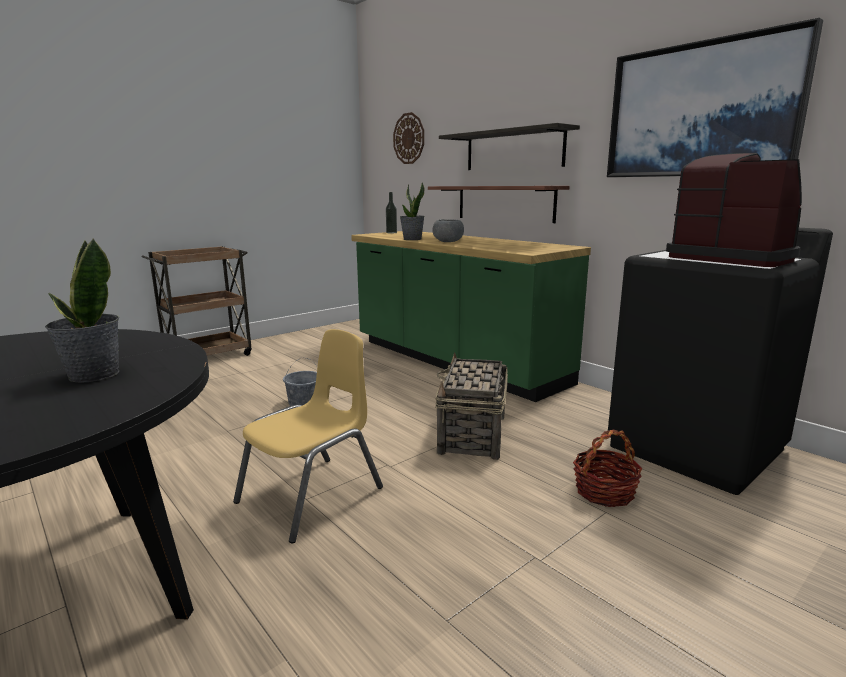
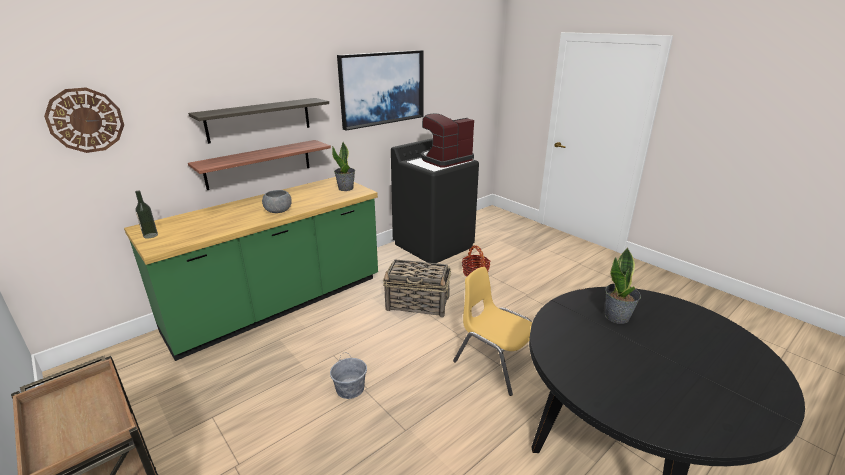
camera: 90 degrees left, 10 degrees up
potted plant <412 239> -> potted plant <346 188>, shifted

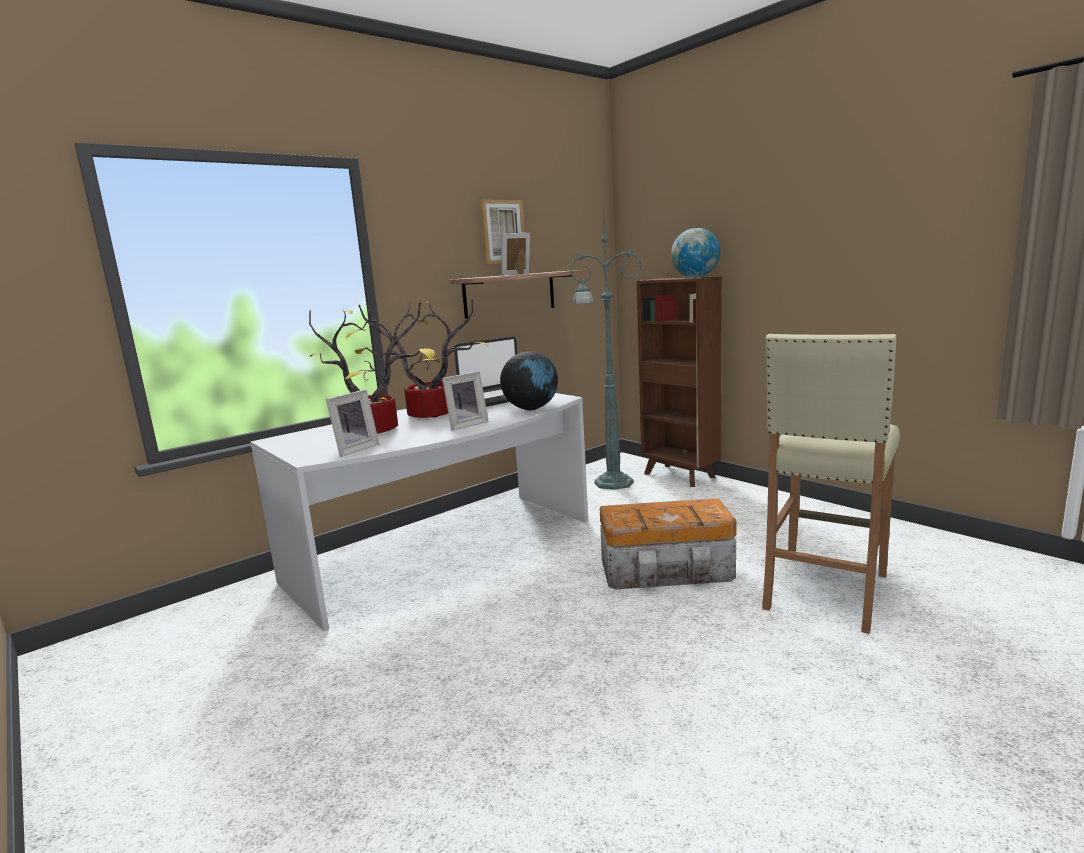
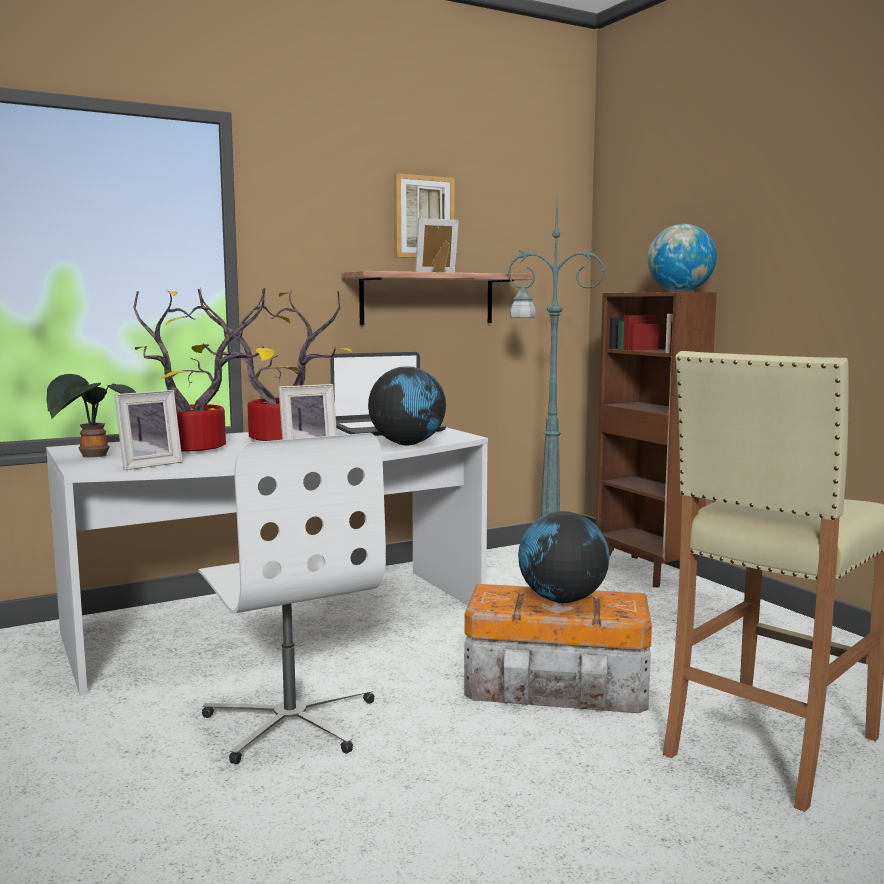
camera: 10 degrees right, 5 degrees down
none -> potted plant <92 457>
none -> white office chair <291 721>
none -> globe <562 600>

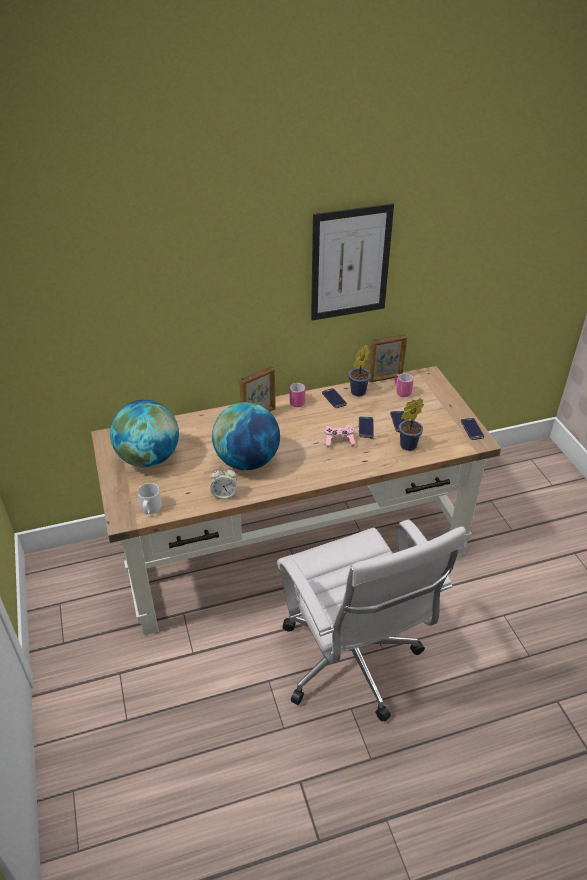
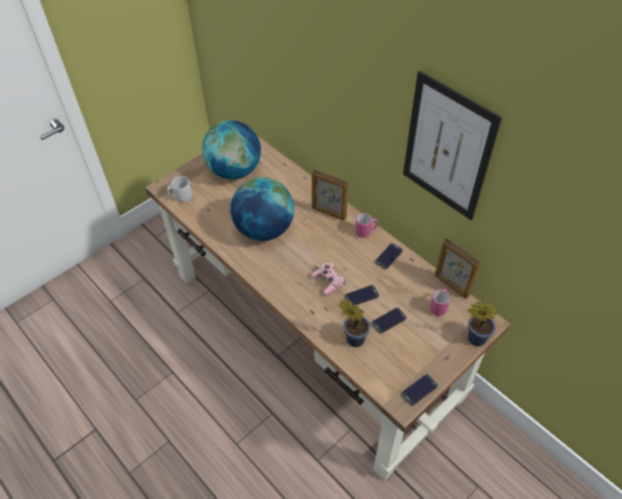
camera: 65 degrees right, 10 degrees up
potted plant <356 393> -> potted plant <474 338>, shifted
alarm clock <224 494> -> none
white office chair <352 665> -> none

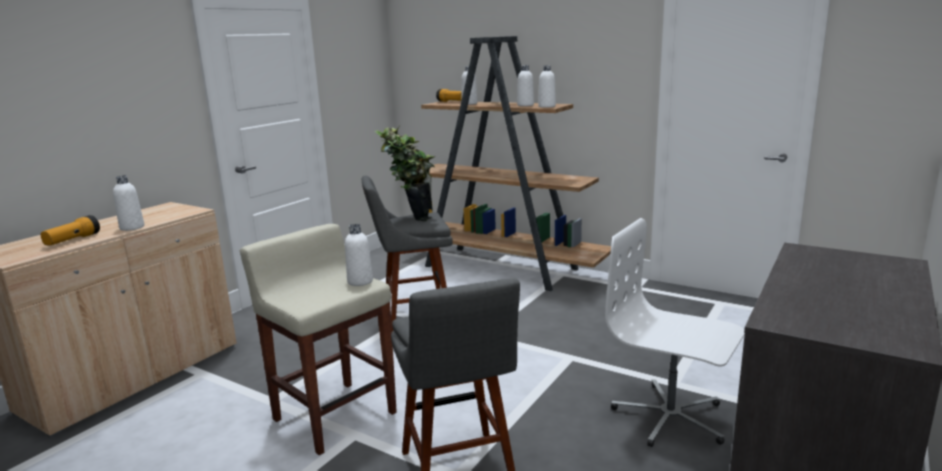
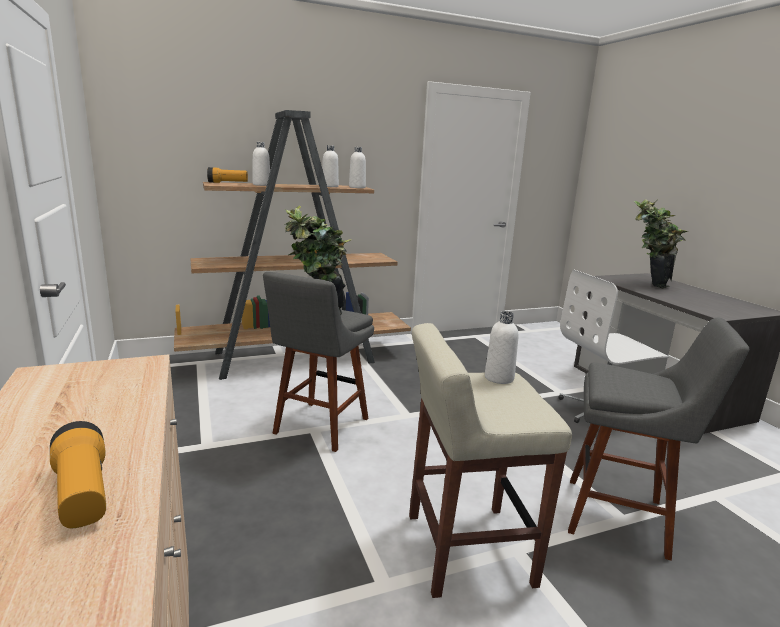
camera: 55 degrees left, 0 degrees up
white bottle <132 227> -> none
none -> potted plant <647 284>

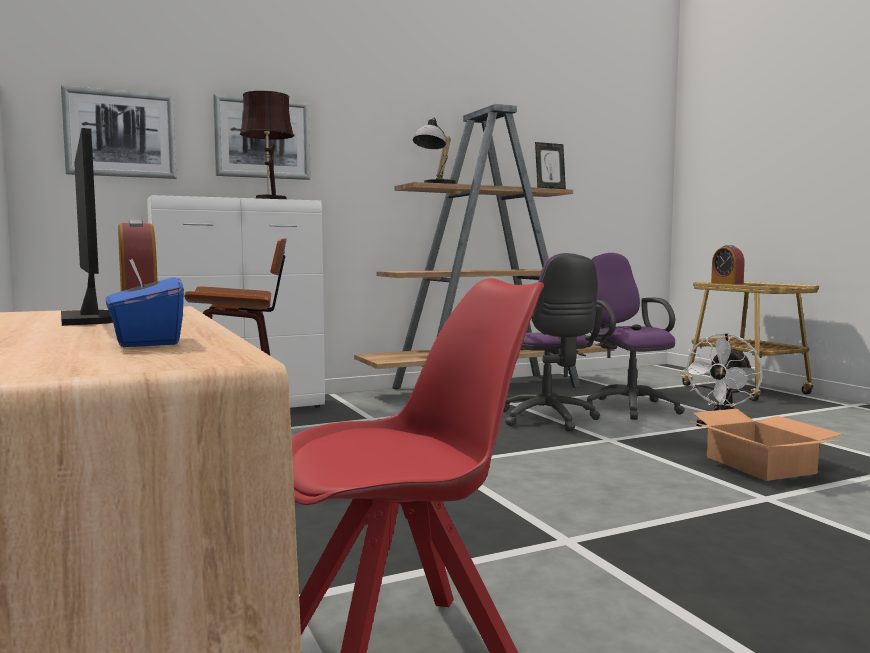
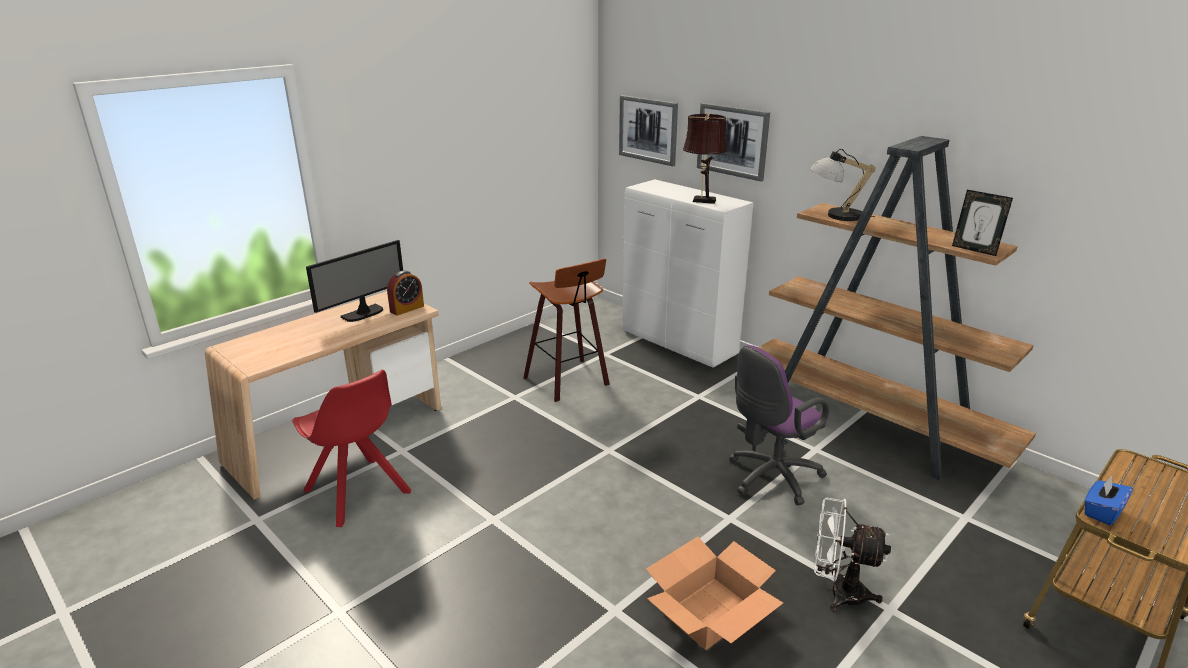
camera: 70 degrees right, 20 degrees up
alarm clock <727 283> -> none
purple office chair <627 407> -> none
blue tissue box <146 342> -> blue tissue box <1102 512>, shifted

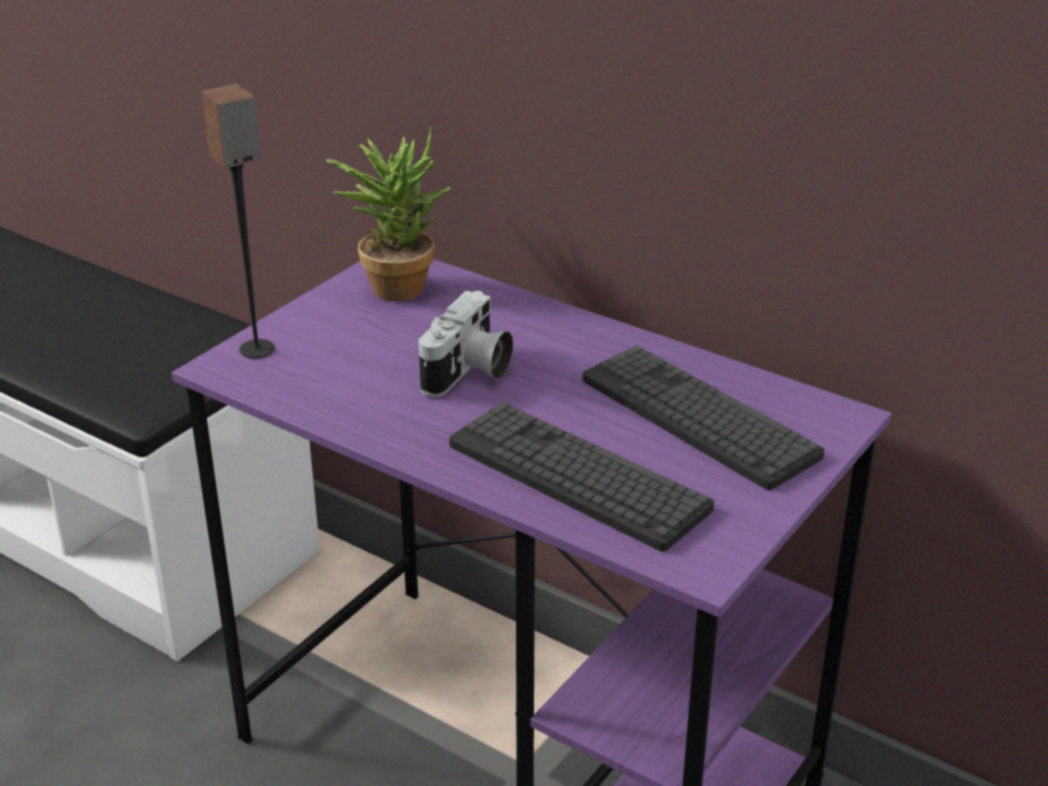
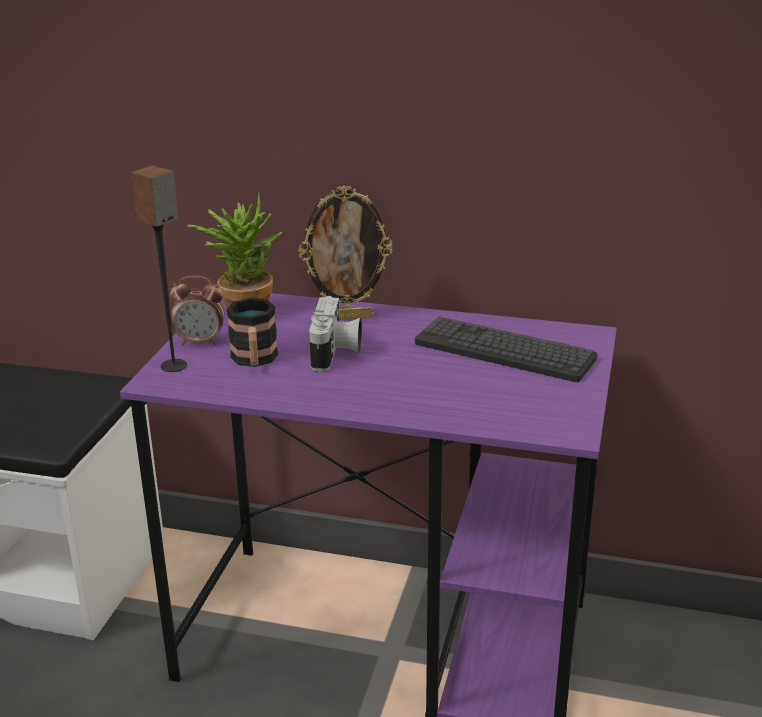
camera: 20 degrees left, 5 degrees down
keyboard <577 476> -> none
none -> picture frame <347 317>
none -> alarm clock <200 342>
none -> mug <254 360>

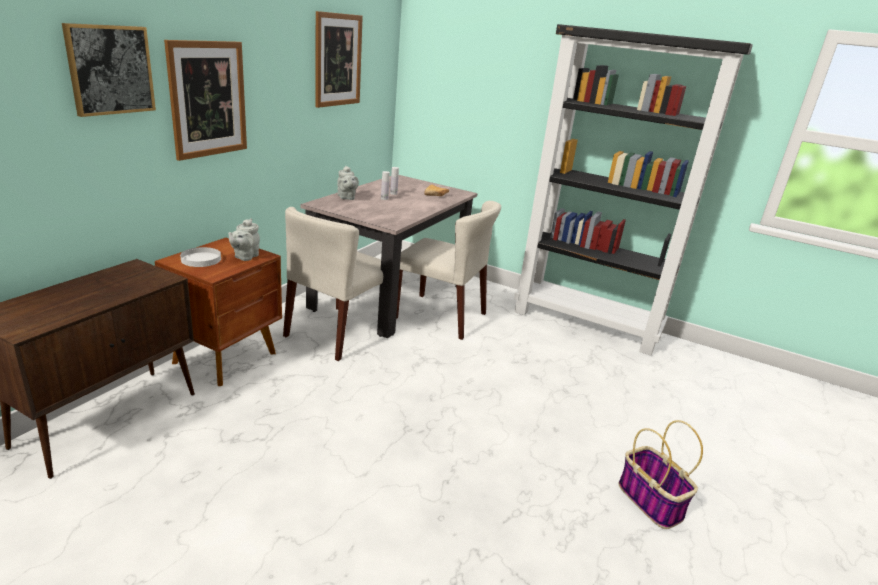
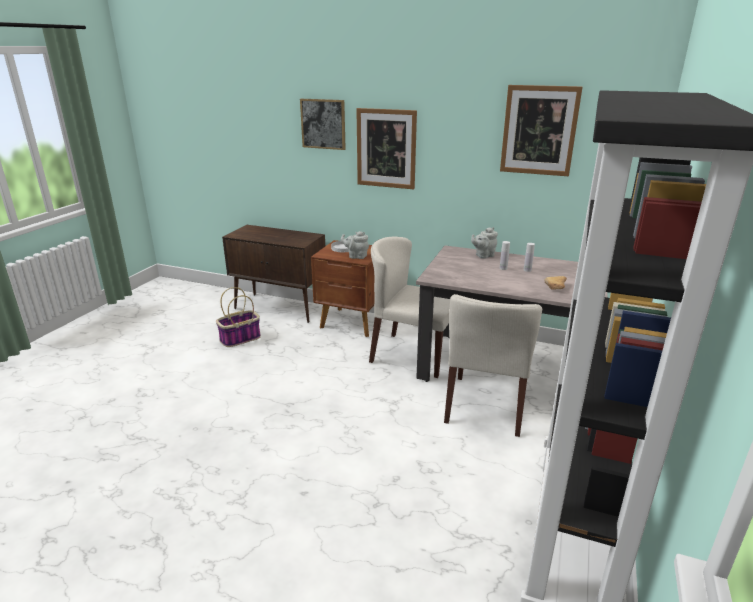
camera: 85 degrees right, 0 degrees up
basket <651 502> -> basket <240 339>, shifted

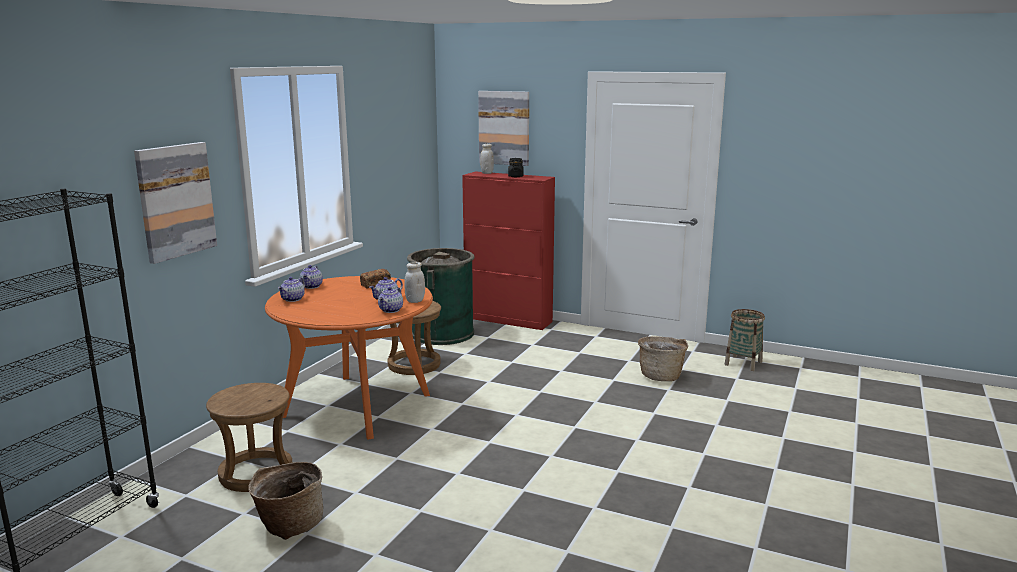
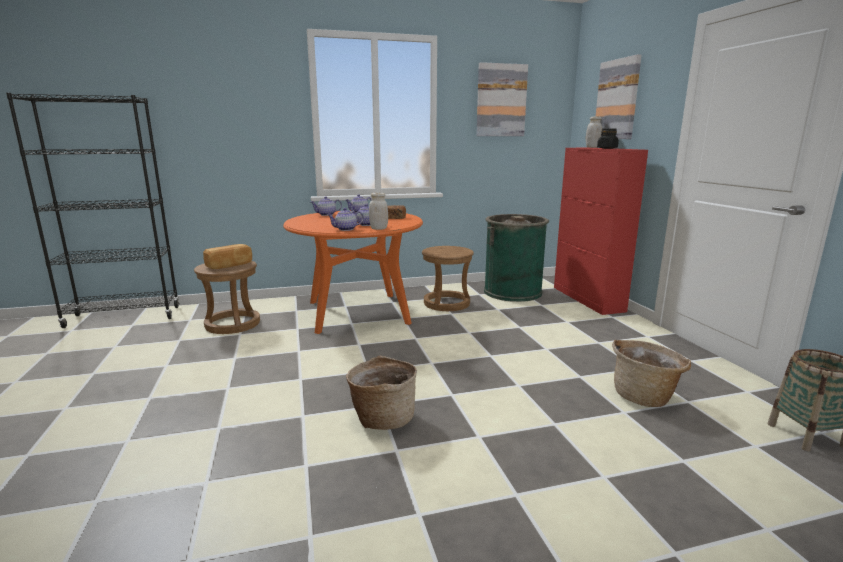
camera: 50 degrees right, 0 degrees up
picture <175 201> -> picture <501 100>, shifted
basket <289 525> -> basket <382 418>, shifted
none -> bread <230 265>

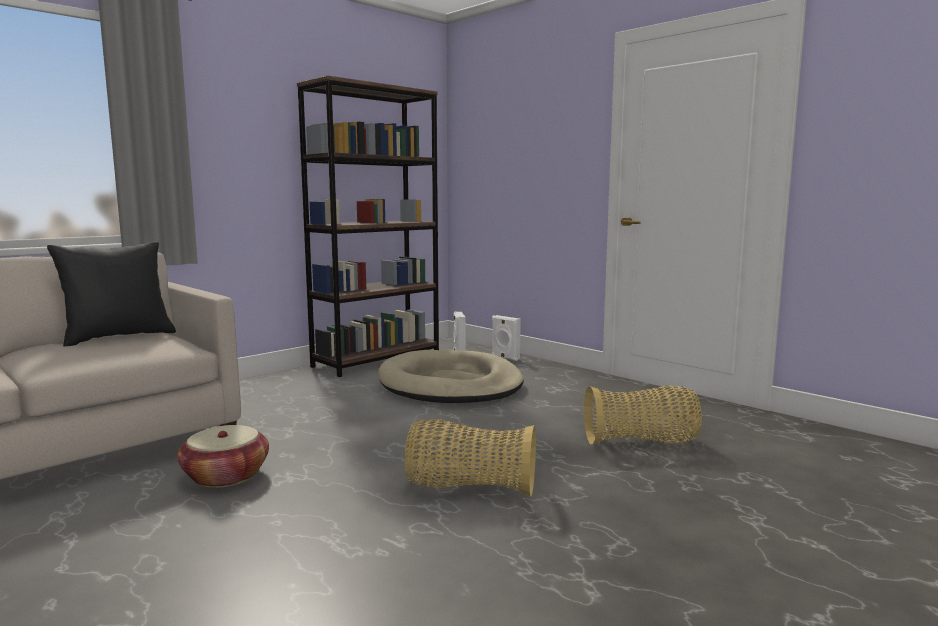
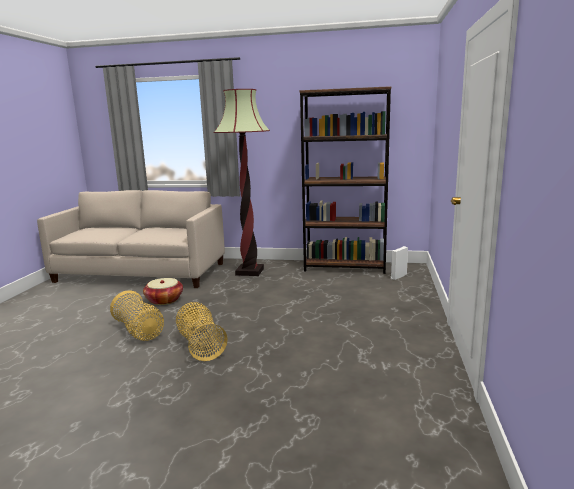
camera: 55 degrees right, 5 degrees up
black pillow <118 337> -> none
white speaker <505 357> -> none
beige dog bed <450 384> -> none
basket <641 442> -> basket <139 331>, shifted
none -> floor lamp <250 271>

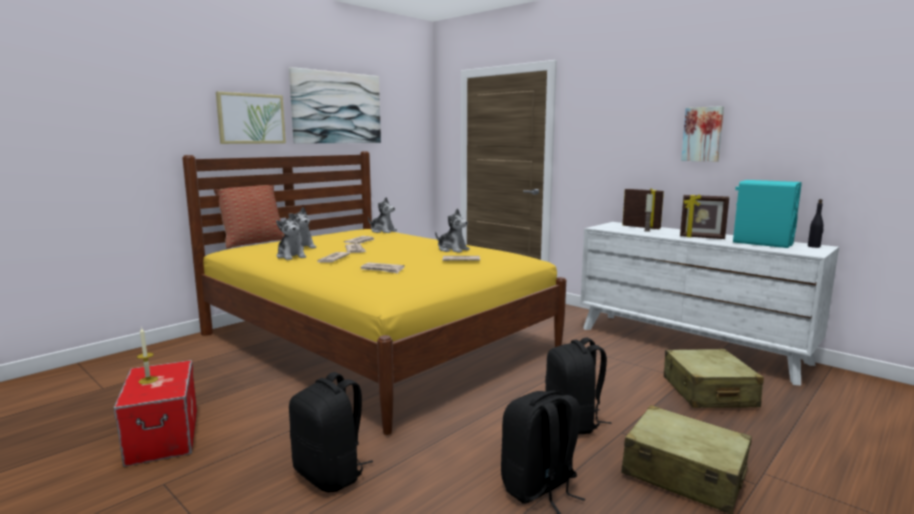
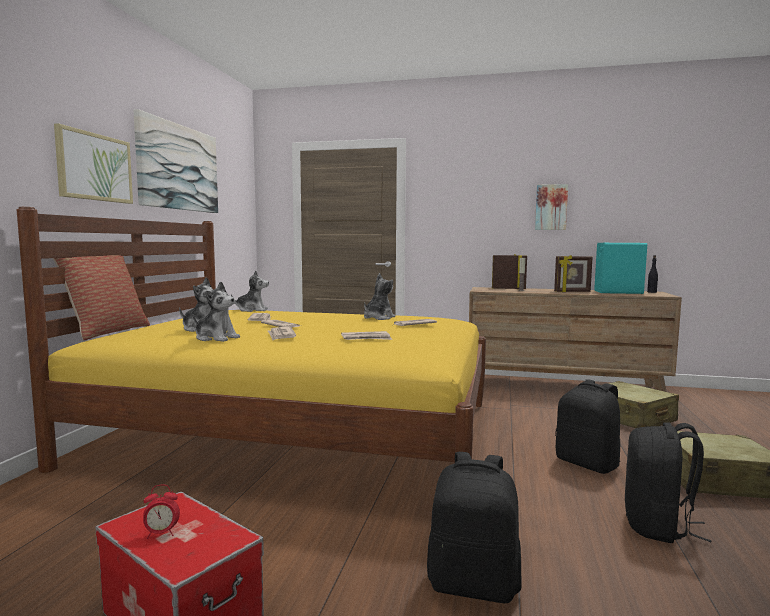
camera: 30 degrees left, 5 degrees down
plush toy <452 249> -> plush toy <378 318>, 60 degrees counterclockwise
white dresser <689 345> -> brown dresser <562 387>
candle <148 380> -> alarm clock <161 533>

